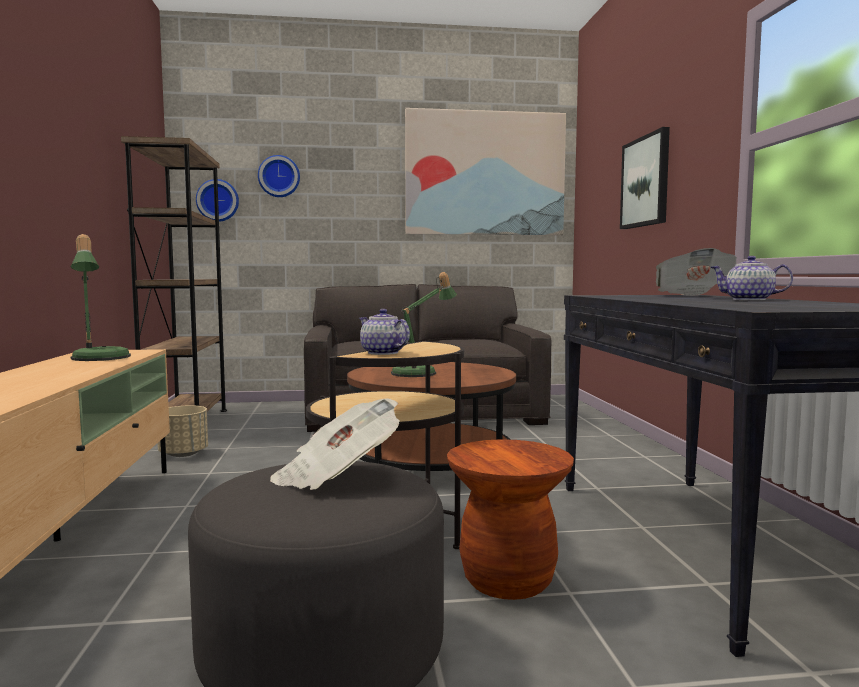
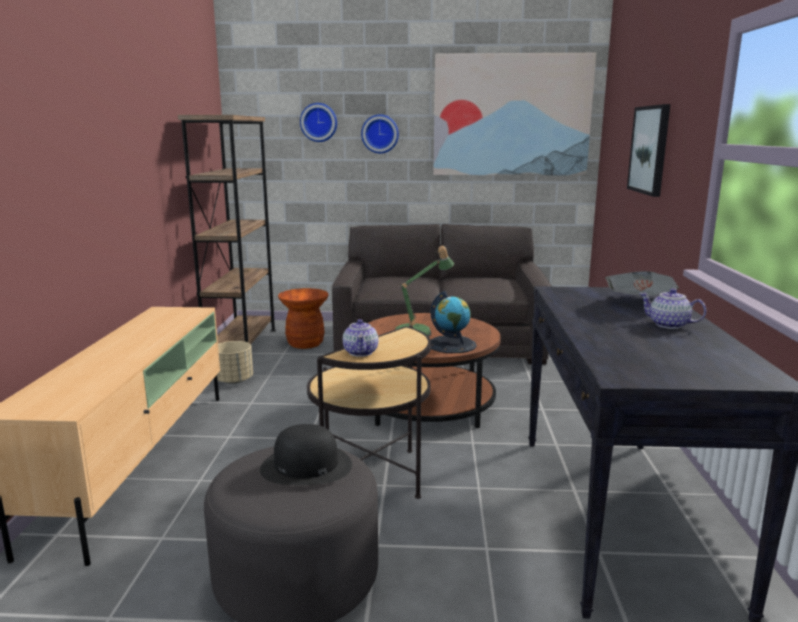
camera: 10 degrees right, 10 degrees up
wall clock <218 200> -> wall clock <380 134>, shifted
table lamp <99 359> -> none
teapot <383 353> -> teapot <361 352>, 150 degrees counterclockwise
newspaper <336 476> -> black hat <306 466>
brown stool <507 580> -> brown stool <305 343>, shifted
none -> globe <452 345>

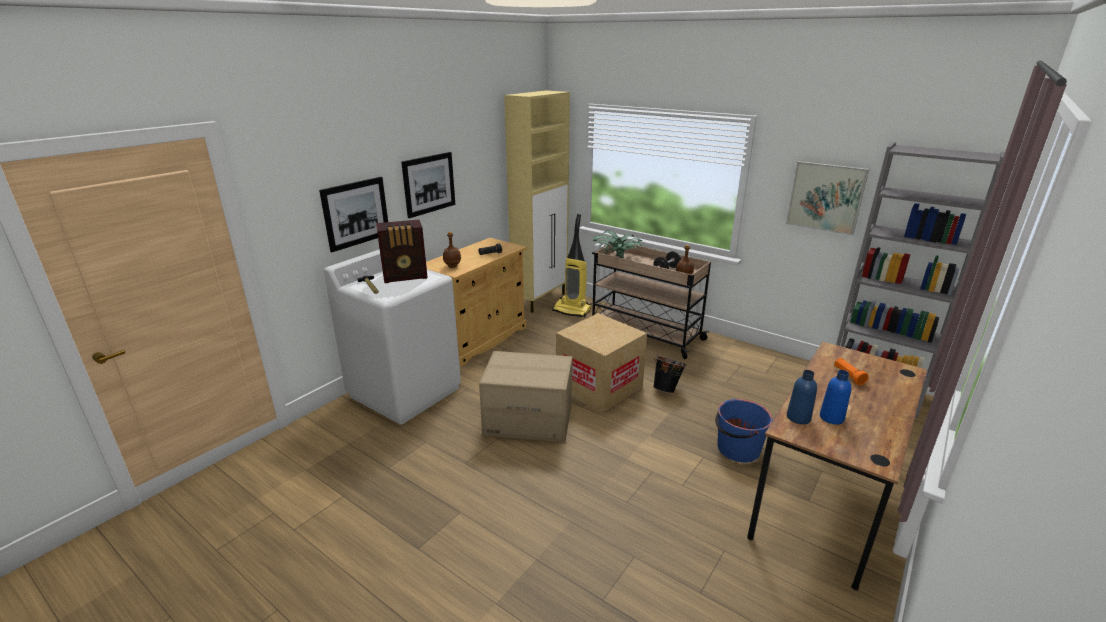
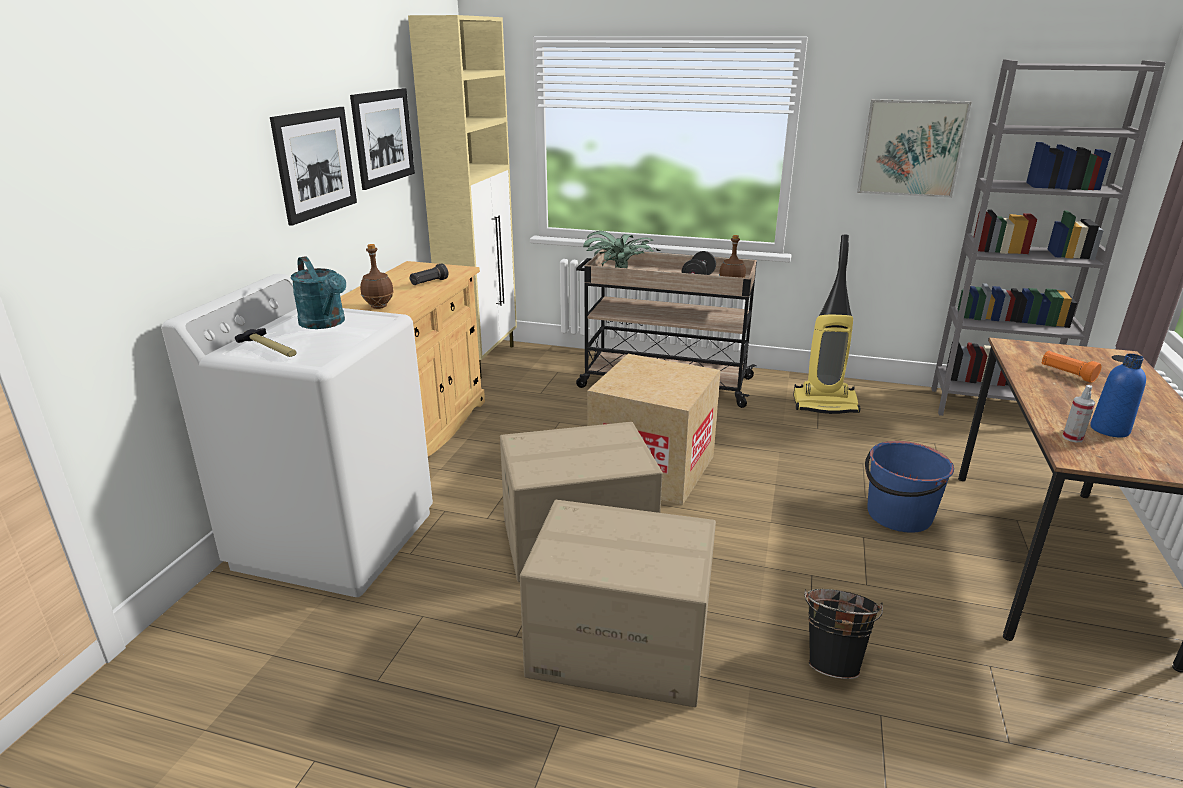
camera: 20 degrees left, 0 degrees up
picture <356 213> -> picture <383 137>, shifted
vacuum cleaner <572 310> -> vacuum cleaner <825 404>, shifted
radio <406 276> -> turquoise watering can <326 323>
black bucket <667 389> -> black bucket <833 661>, shifted
blue bottle <798 417> -> spray bottle <1072 438>
none -> cardboard box <620 644>

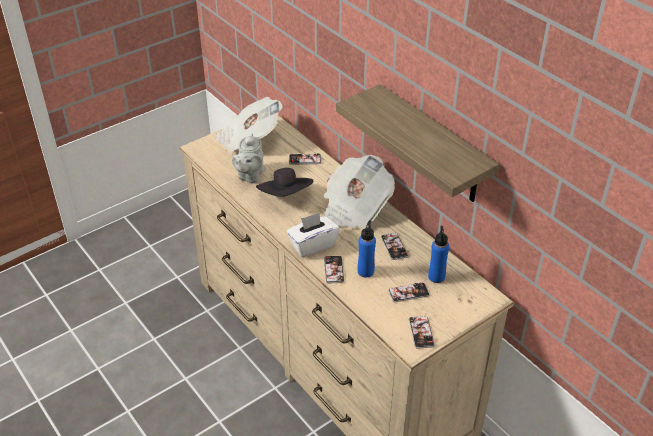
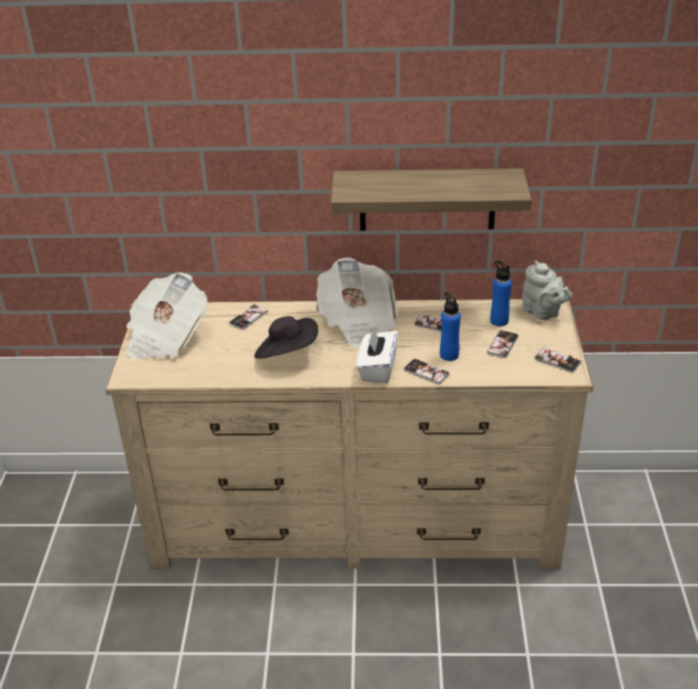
camera: 50 degrees left, 5 degrees down
grey teapot <249 176> -> grey teapot <543 312>, shifted

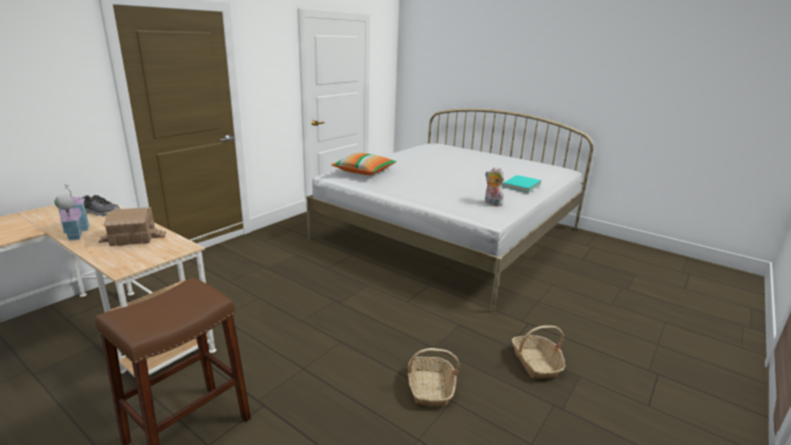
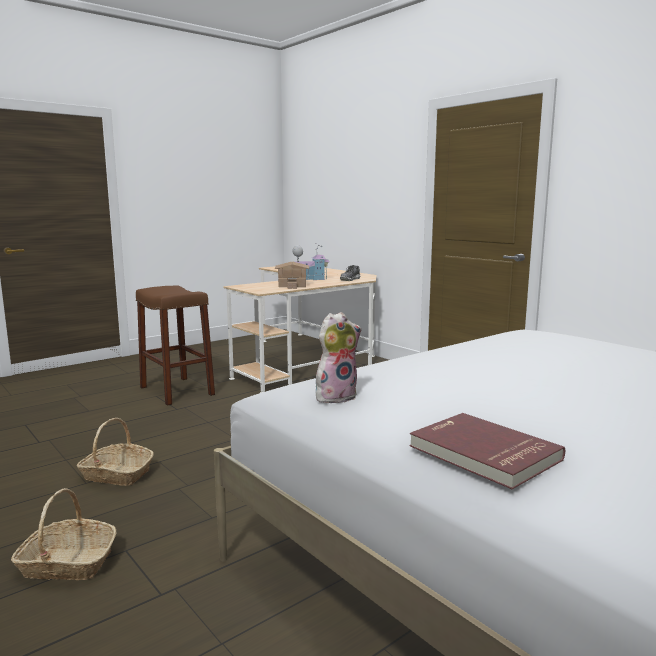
camera: 105 degrees right, 10 degrees down
pillow <364 172> -> none
turquoise book <522 185> -> red book <482 453>

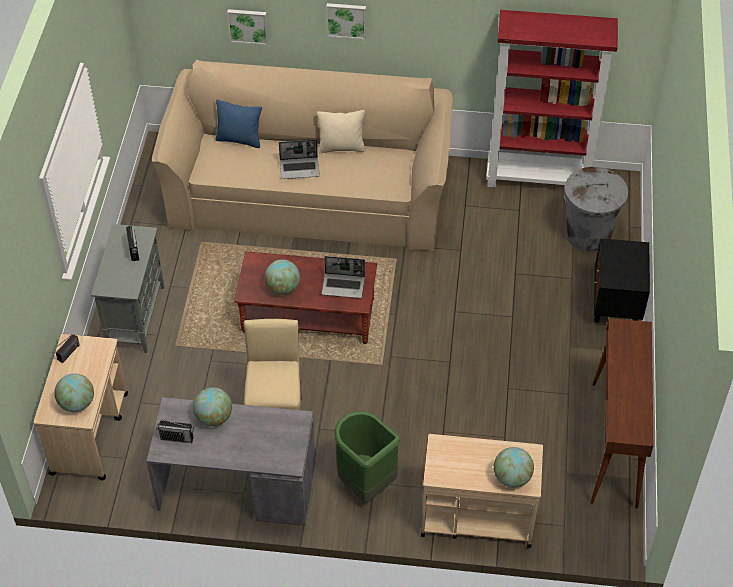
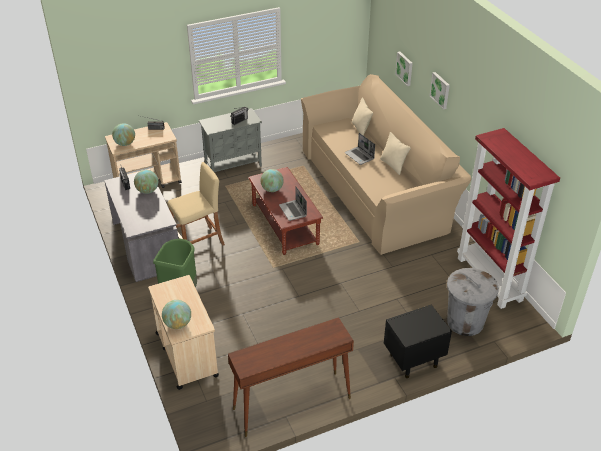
camera: 60 degrees right, 10 degrees down
blue pillow <239 139> -> beige pillow <361 129>

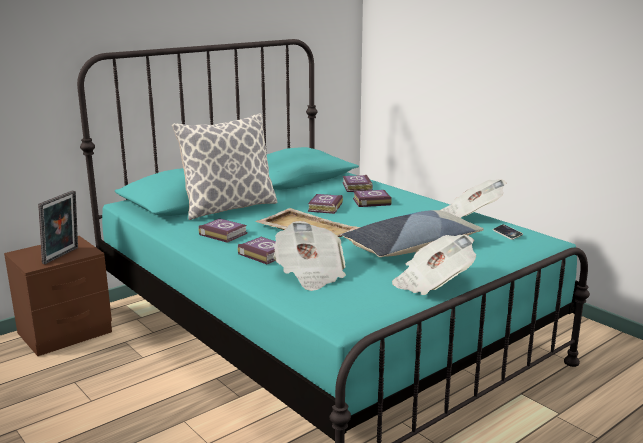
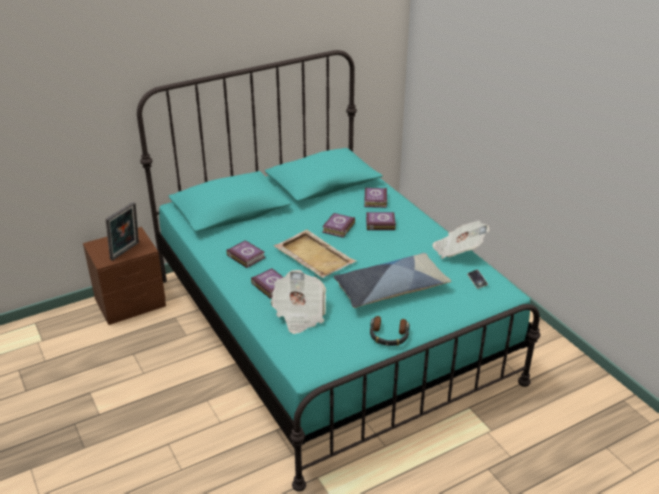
camera: 10 degrees right, 15 degrees up
pillow <228 208> -> none
newspaper <432 283> -> headphones <388 336>

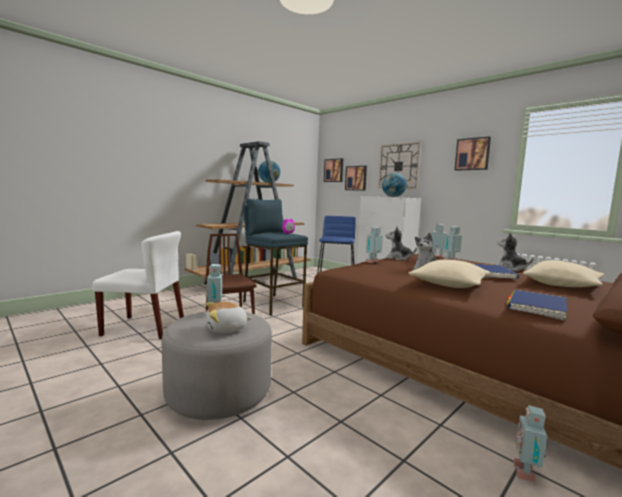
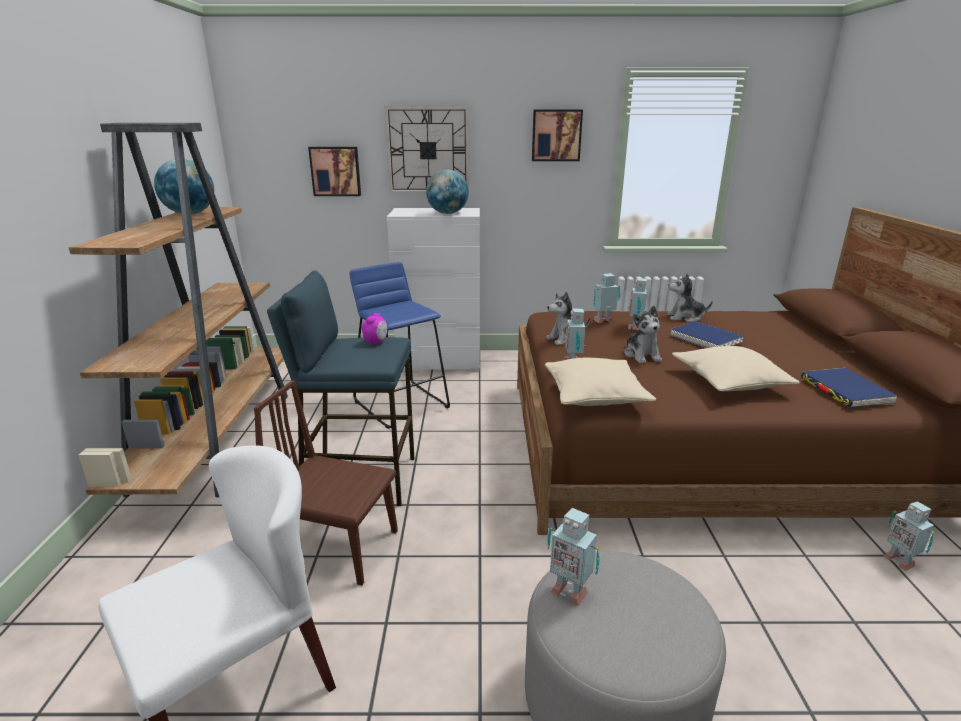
camera: 45 degrees left, 15 degrees up
picture <334 170> -> none
beige pillow <562 285> -> beige pillow <595 395>, shifted
plush toy <226 329> -> none

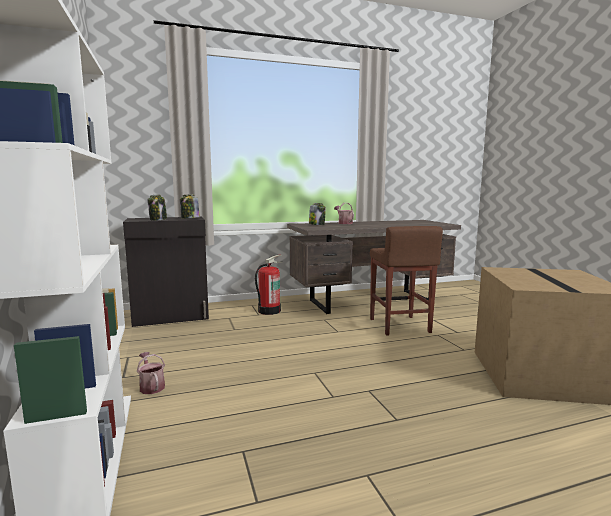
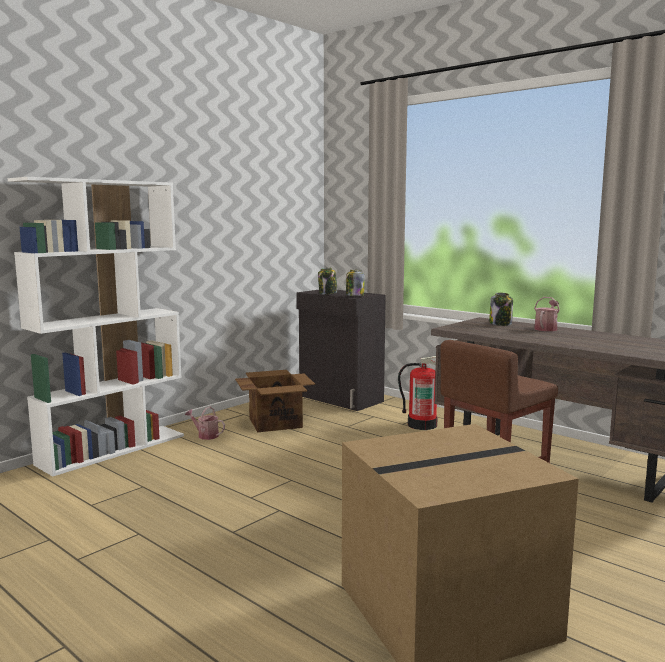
camera: 60 degrees right, 0 degrees up
watering can <151 386> -> watering can <205 435>, 90 degrees counterclockwise
none -> cardboard box <275 422>

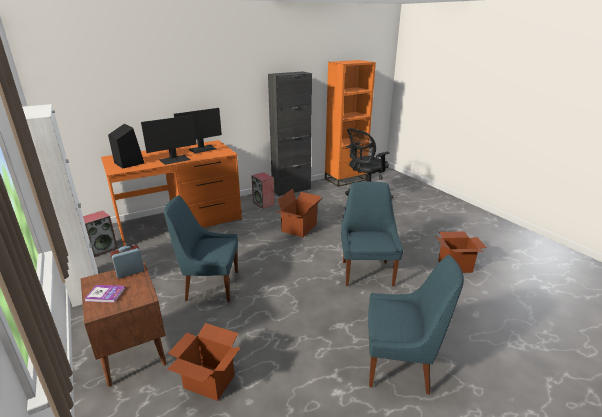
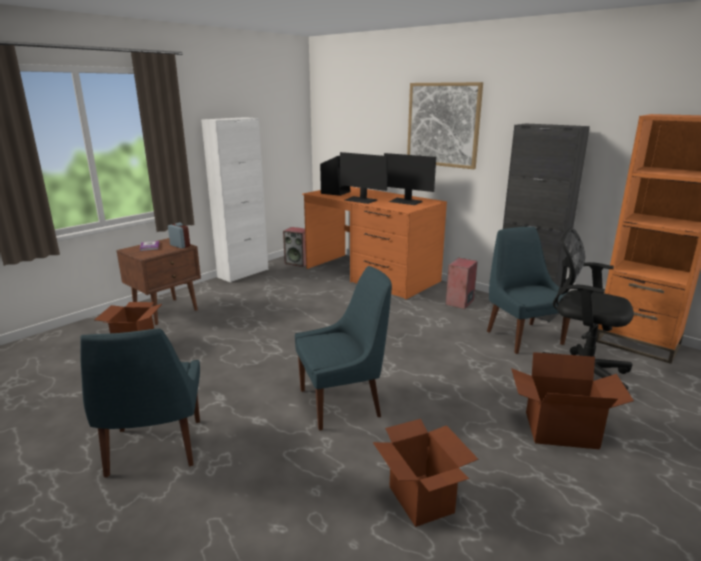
camera: 70 degrees right, 5 degrees down
cardboard box <300 228> -> cardboard box <561 431>, shifted
blue chair <210 285> -> blue chair <522 336>, shifted
none -> picture <443 125>

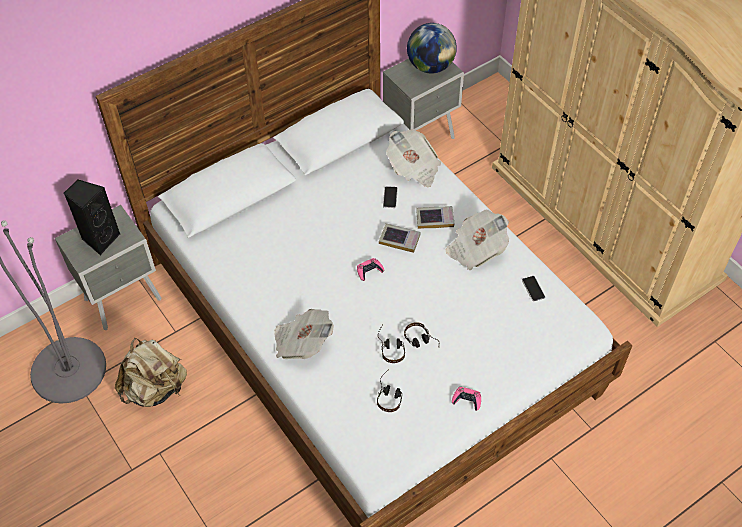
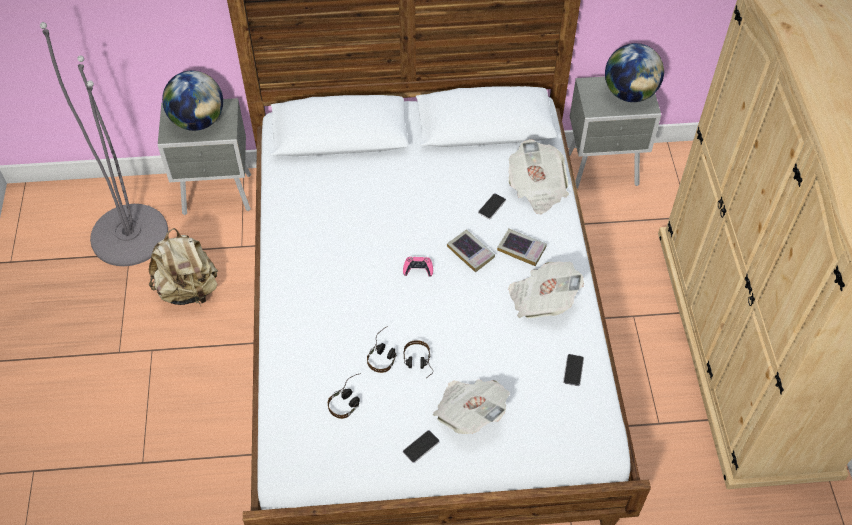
camera: 30 degrees right, 0 degrees up
black speaker <100 238> -> globe <198 121>
newspaper <302 342> -> newspaper <469 412>, shifted
pink game controller <467 400> -> phone <421 447>

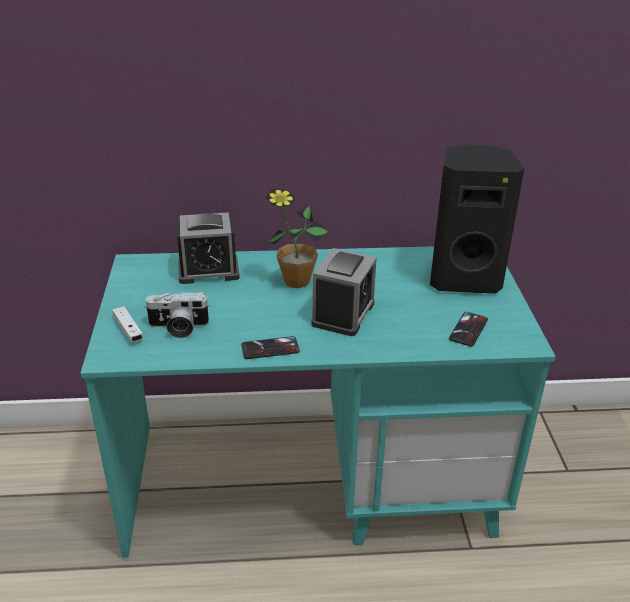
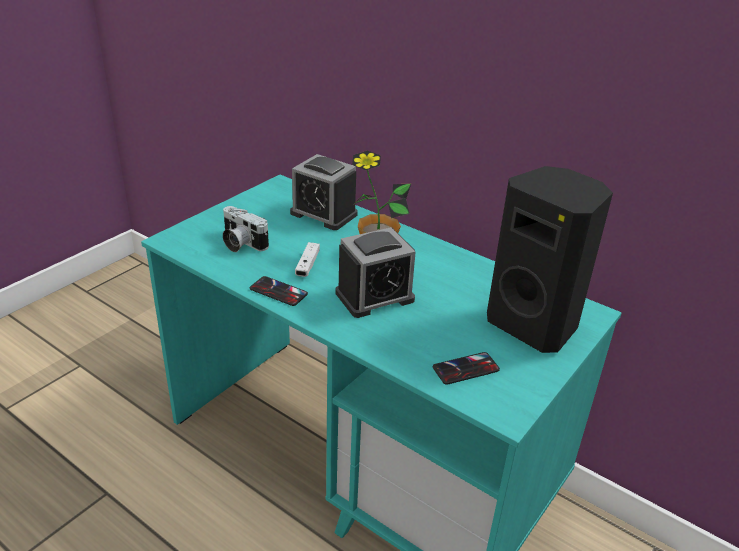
camera: 40 degrees right, 0 degrees up
white game controller <128 330> -> white game controller <307 265>, shifted

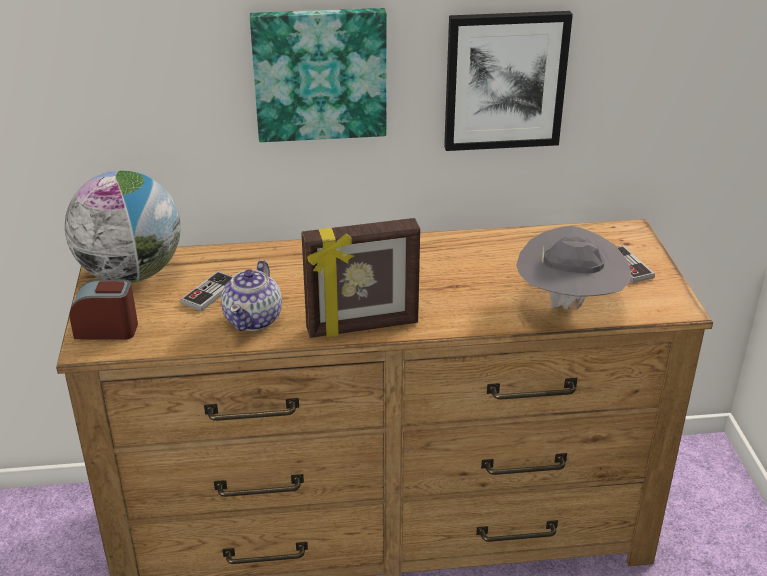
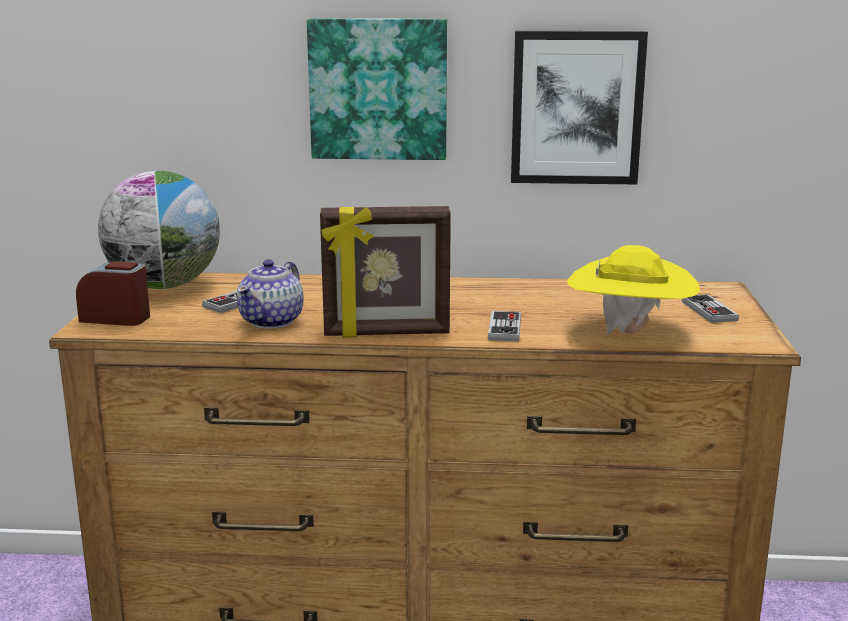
camera: 10 degrees right, 15 degrees down
grey hat <569 304> -> yellow hat <629 332>
none -> game controller <504 328>

